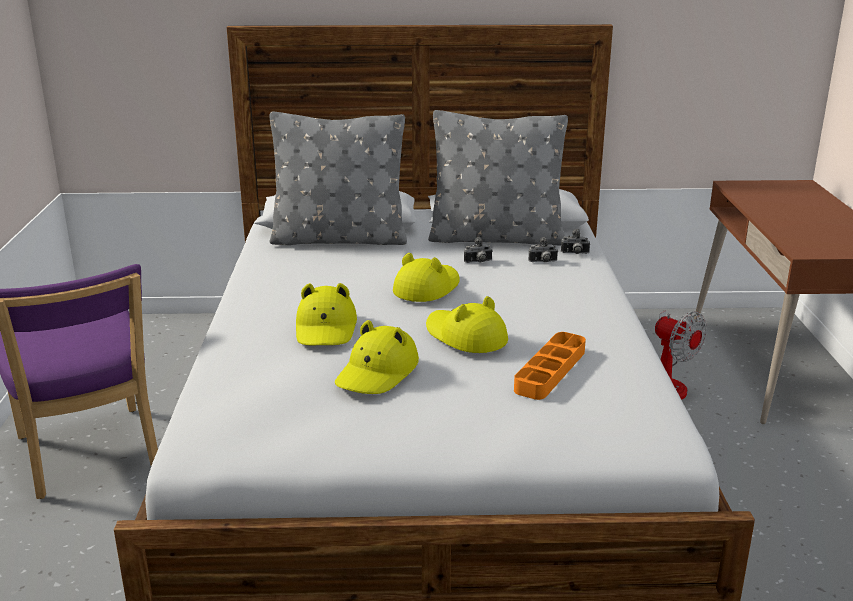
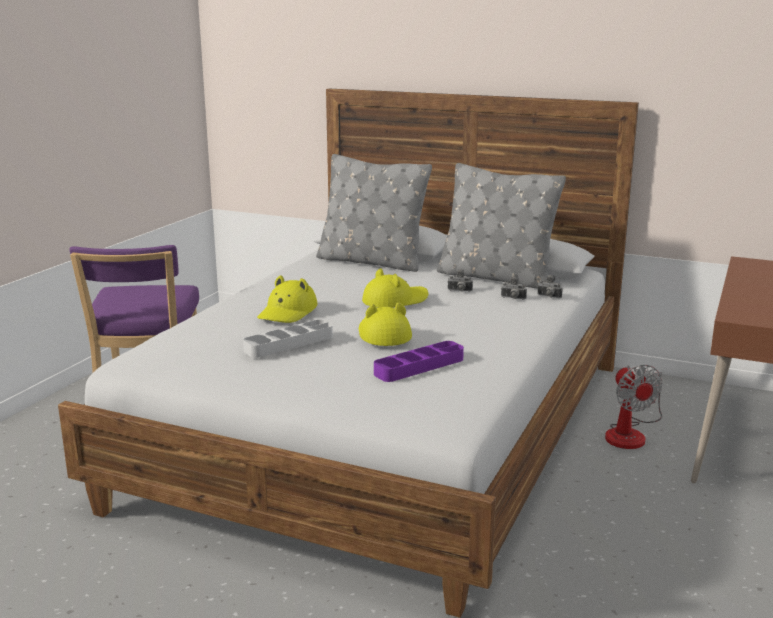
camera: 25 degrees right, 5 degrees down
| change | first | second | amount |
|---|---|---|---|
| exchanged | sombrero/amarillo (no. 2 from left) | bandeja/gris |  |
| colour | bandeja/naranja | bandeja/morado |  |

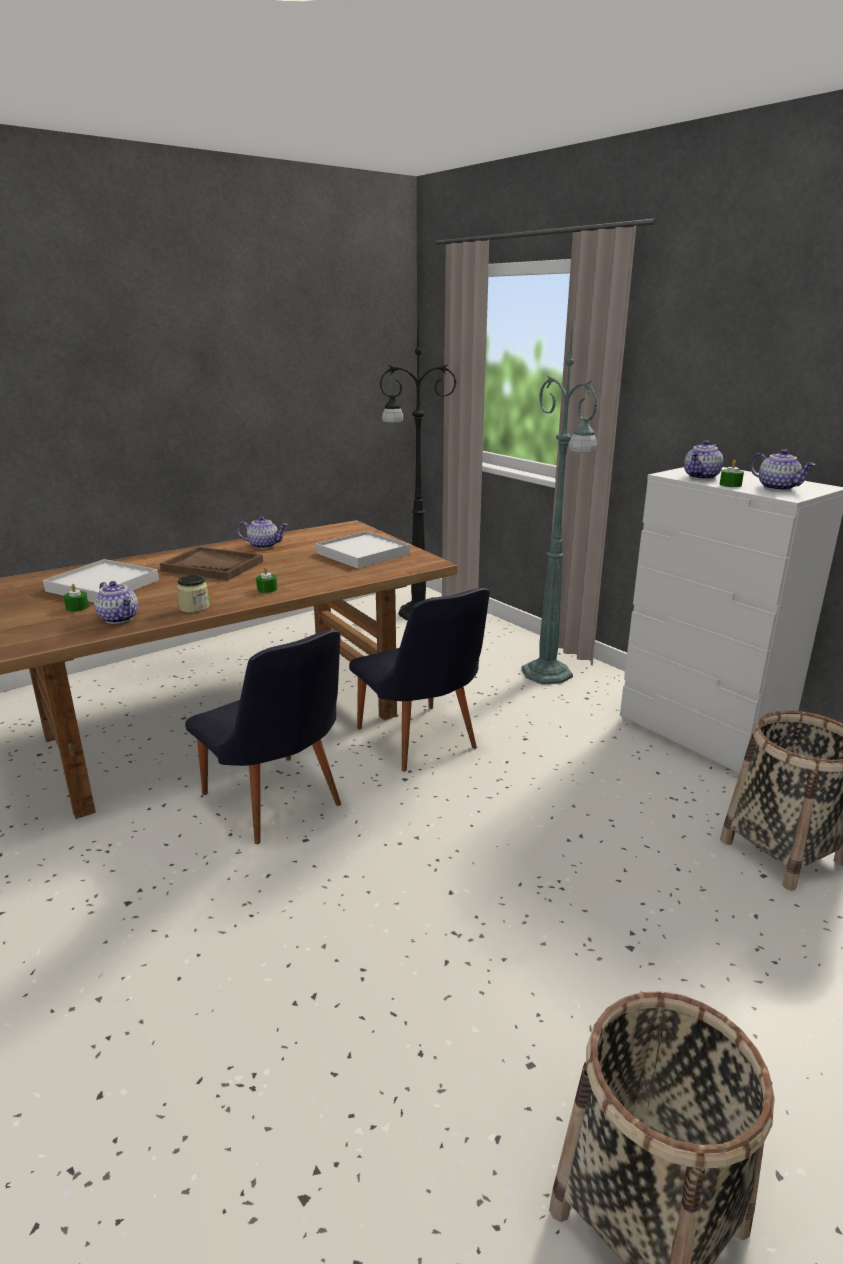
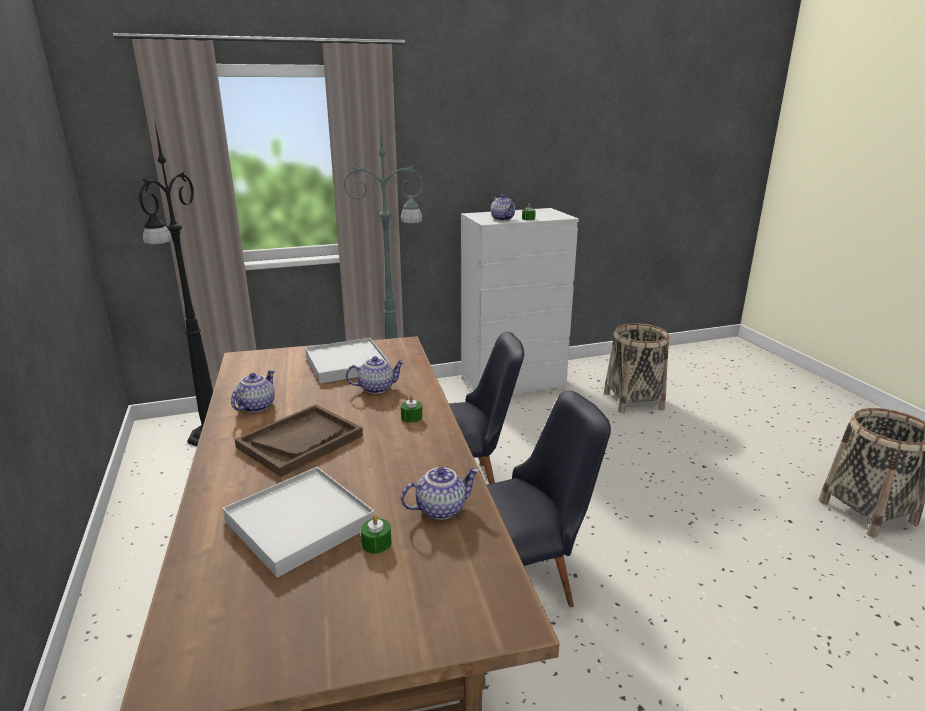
camera: 70 degrees left, 0 degrees up
| change | first | second | amount |
|---|---|---|---|
| missing | tarro |  |  |
| relocated | tetera (no. 4 from left in the first image) | tetera (no. 2 from left) |  |

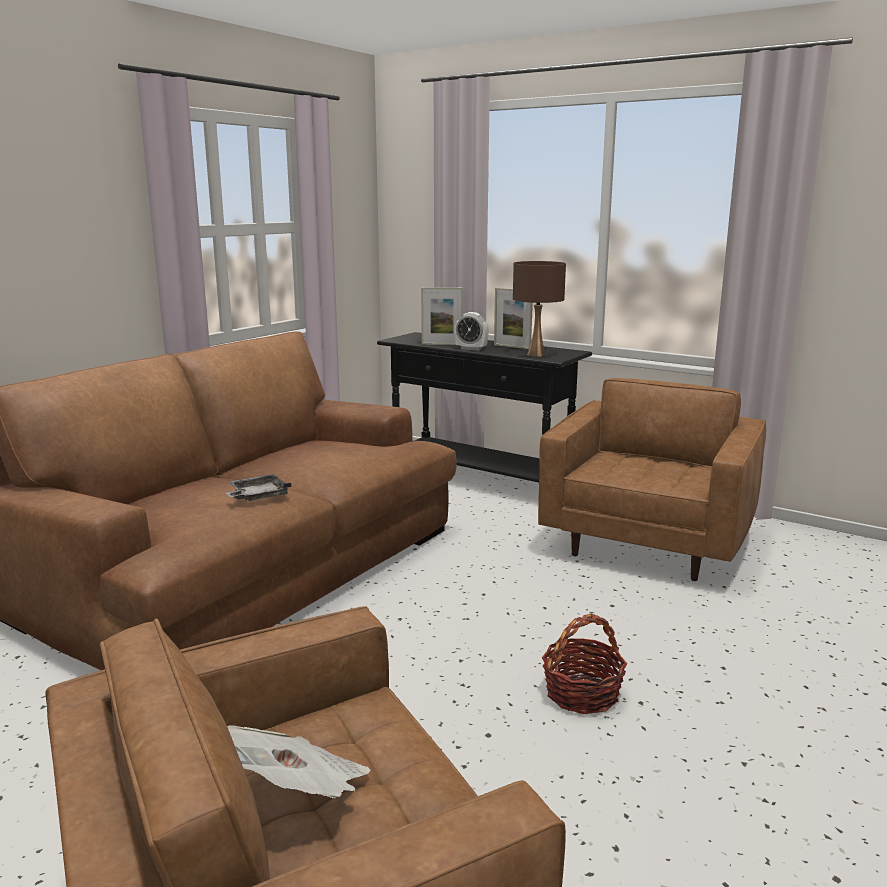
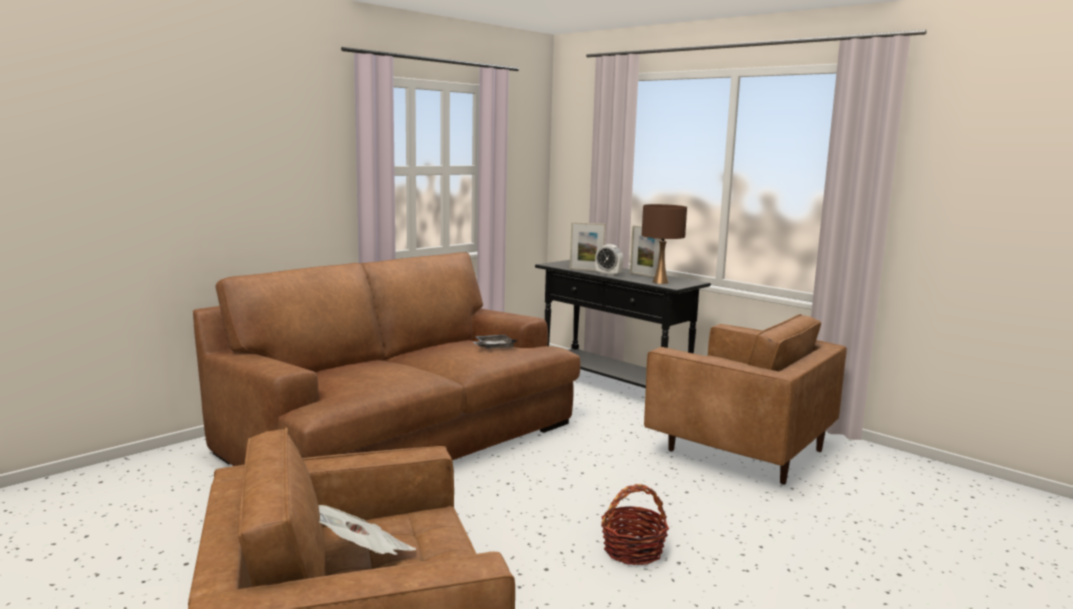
camera: 10 degrees right, 5 degrees down
| change | first | second | amount |
|---|---|---|---|
| relocated | bandeja/gris |  |  |
| spun | sillón/marrón (no. 2 from left) |  | 90 degrees clockwise |

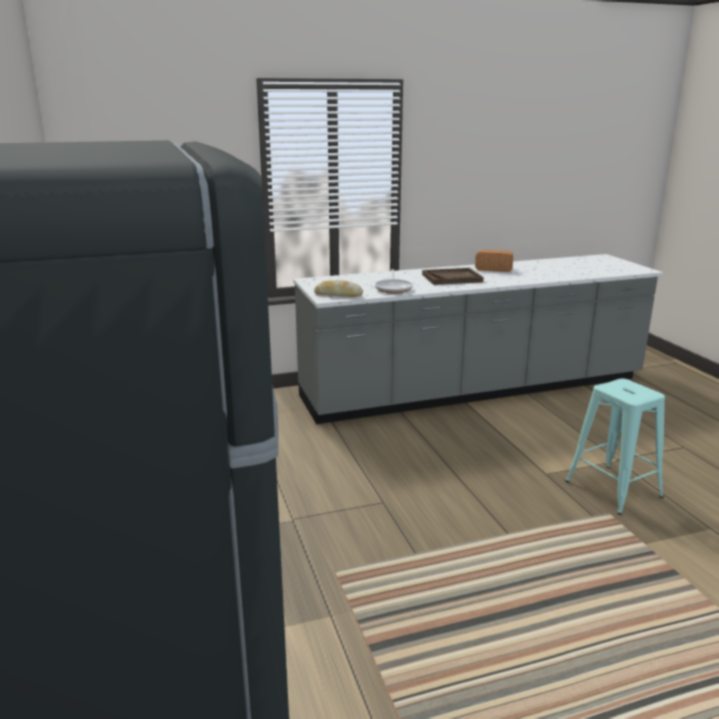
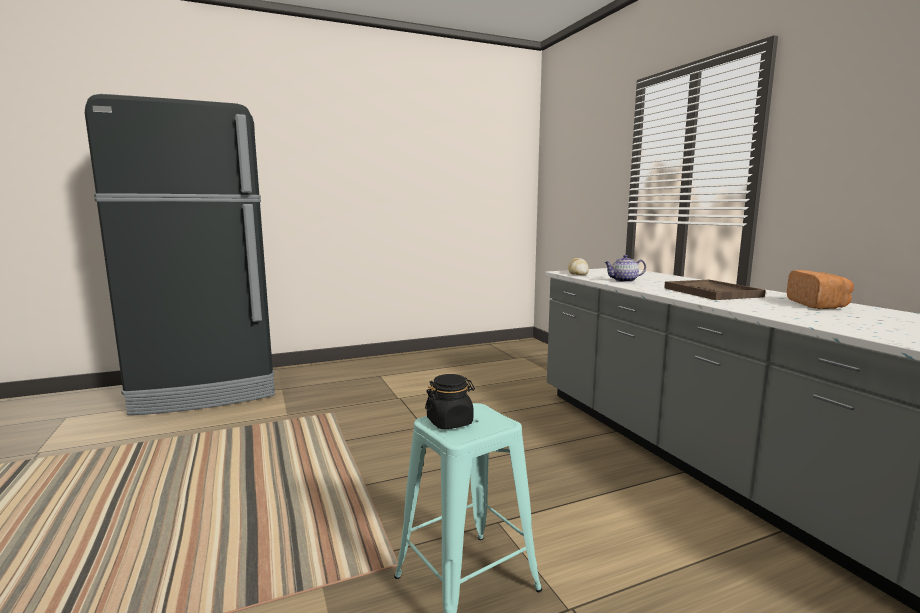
camera: 85 degrees right, 10 degrees down
| change | first | second | amount |
|---|---|---|---|
| exchanged | sartén | tetera |  |
| appeared |  | tarro/negro |  |

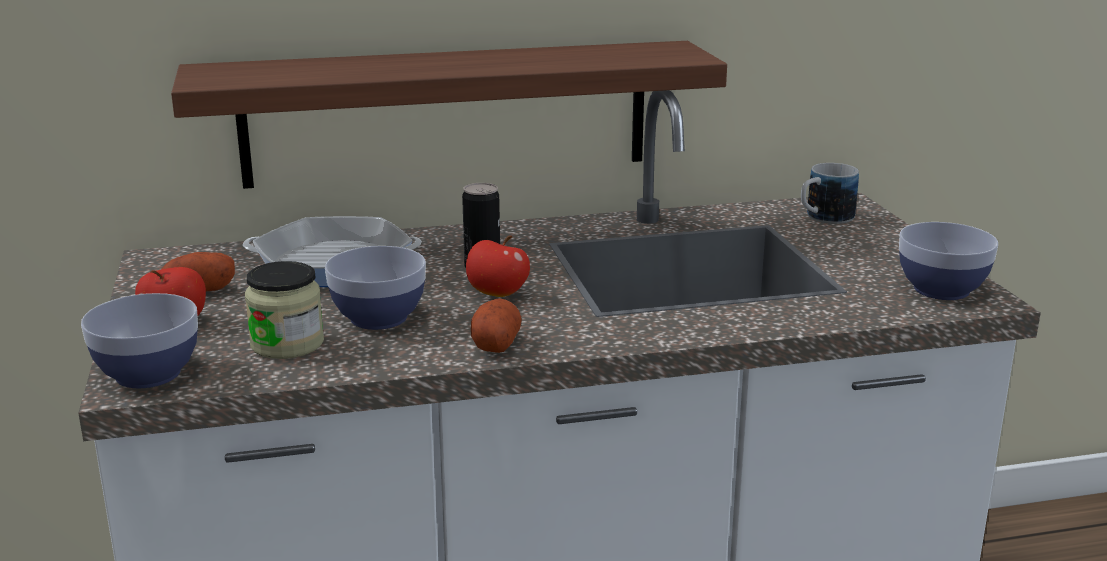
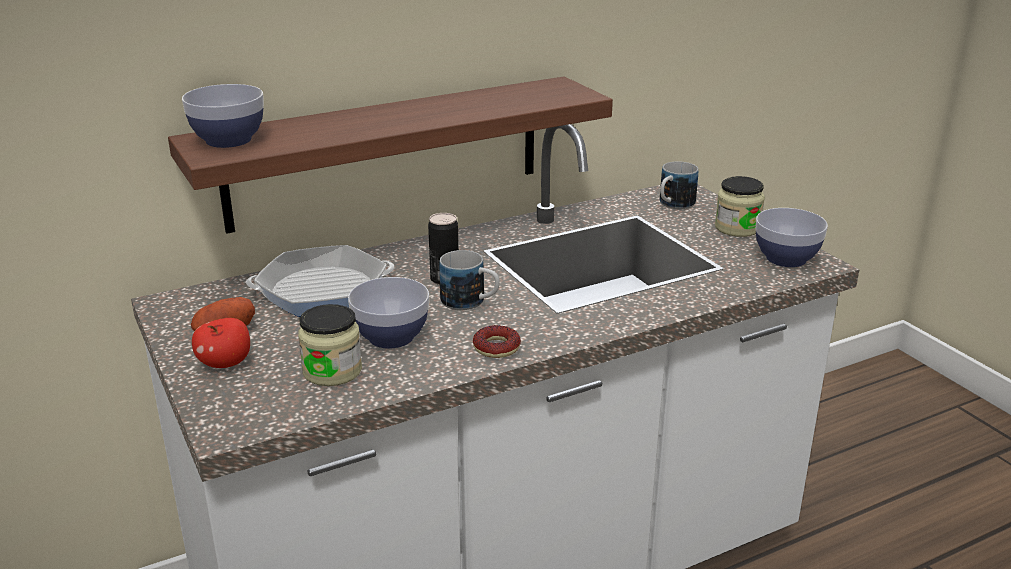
camera: 15 degrees left, 5 degrees up
| change | first | second | amount |
|---|---|---|---|
| relocated | cuenco (no. 1 from left) |  |  |
| exchanged | manzana (no. 2 from left) | taza grande (no. 1 from left) |  |
| exchanged | patata (no. 2 from left) | rosquilla |  |
| appeared |  | tarro (no. 2 from left) |  |

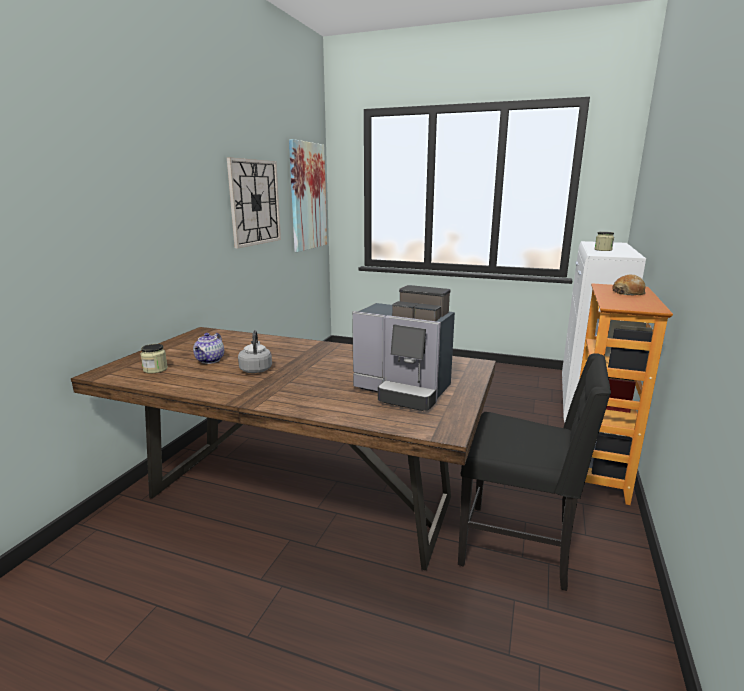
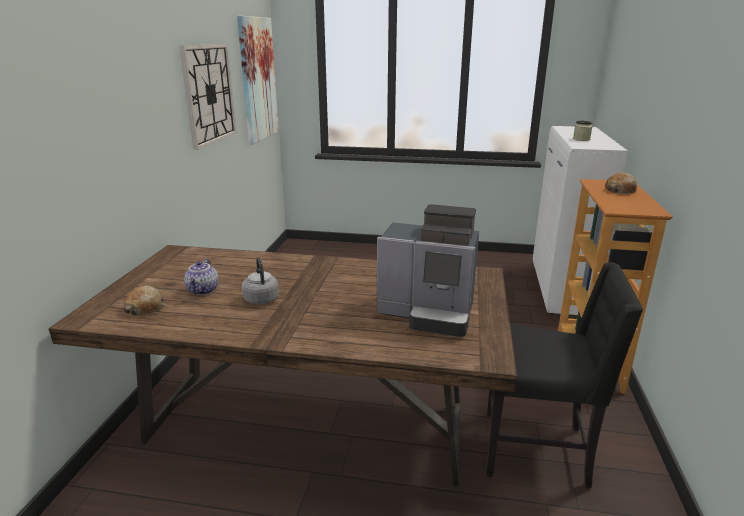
camera: 10 degrees left, 5 degrees up
| change | first | second | amount |
|---|---|---|---|
| exchanged | tarro (no. 1 from left) | pan (no. 1 from left) |  |

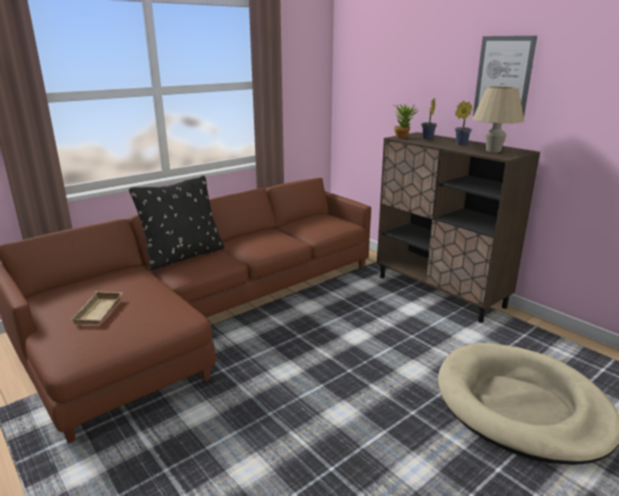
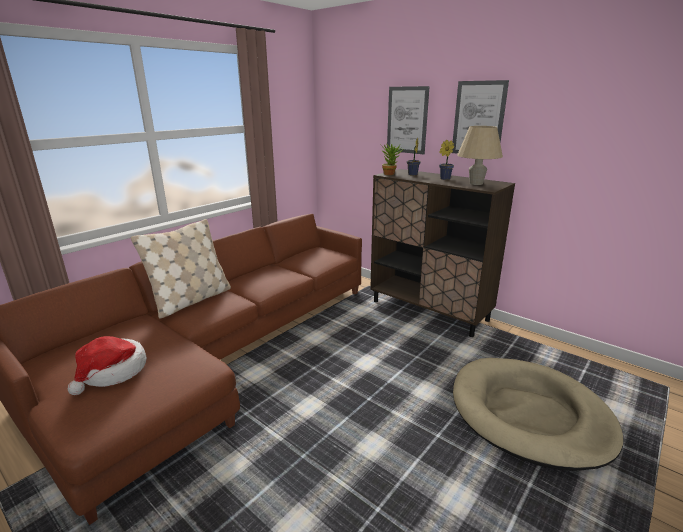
camera: 10 degrees left, 0 degrees up
| change | first | second | amount |
|---|---|---|---|
| exchanged | bandeja/beis | sombrero |  |
| colour | cojín/negro | cojín/beis |  |
| appeared |  | cuadro (no. 1 from left) |  |

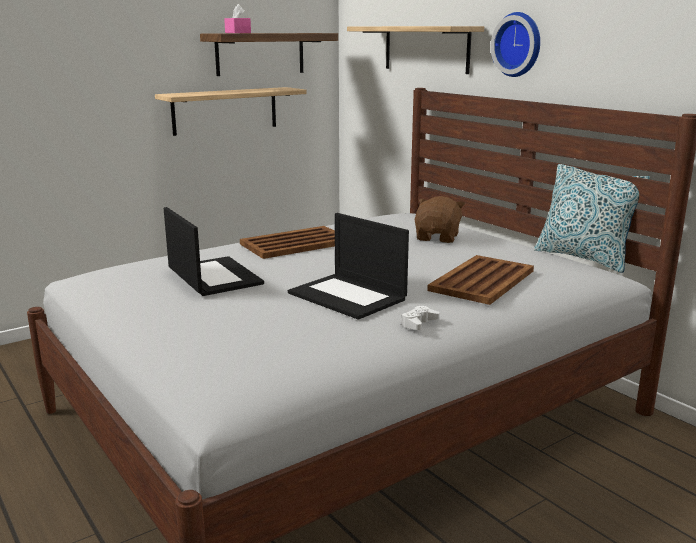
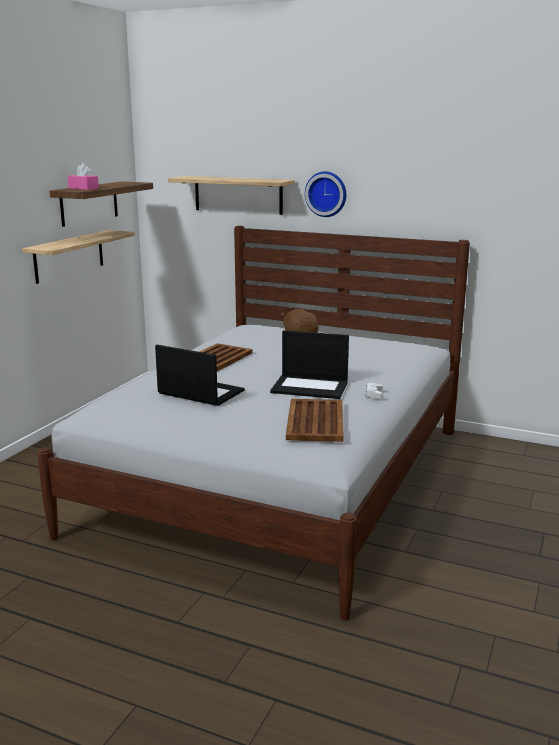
camera: 30 degrees left, 0 degrees up
| change | first | second | amount |
|---|---|---|---|
| relocated | bandeja/marrón (no. 2 from left) |  |  |
| missing | cojín |  |  |

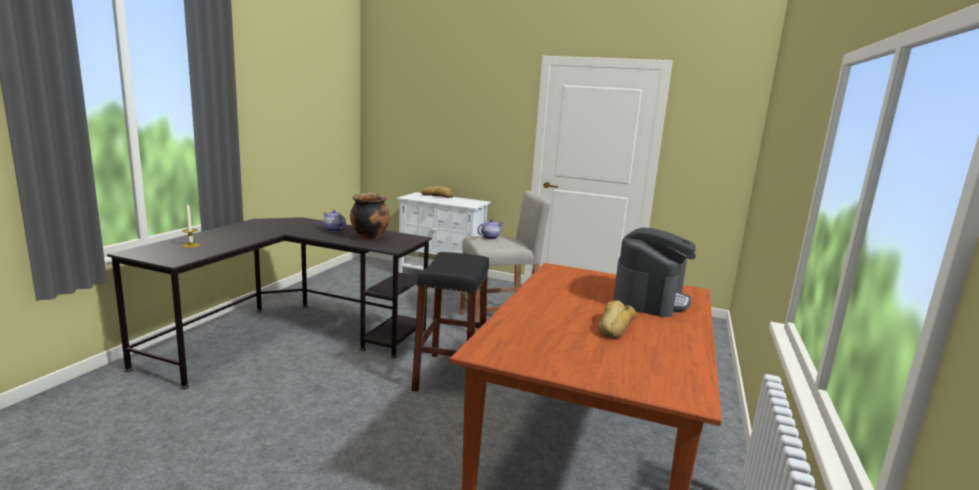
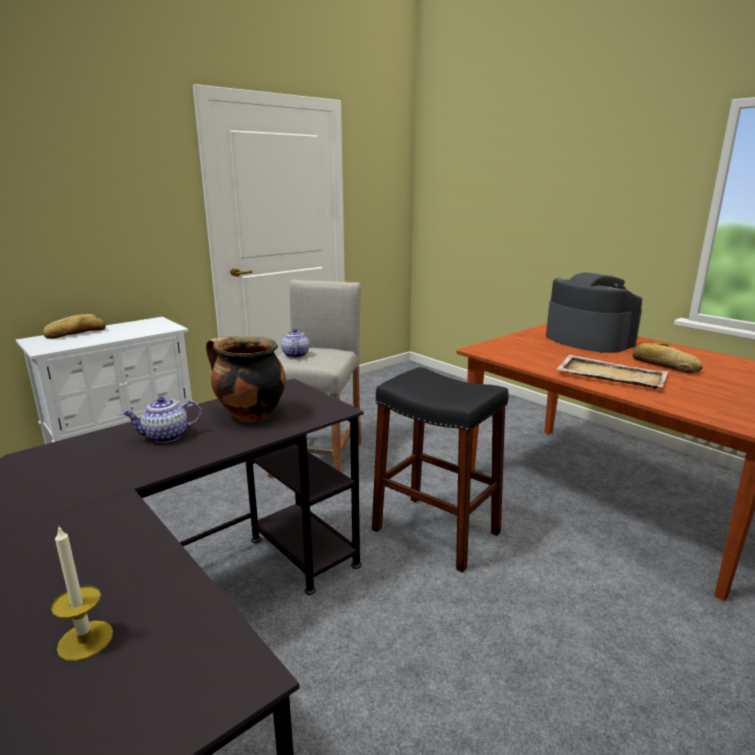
camera: 60 degrees left, 5 degrees up
| change | first | second | amount |
|---|---|---|---|
| appeared |  | bandeja/beis |  |

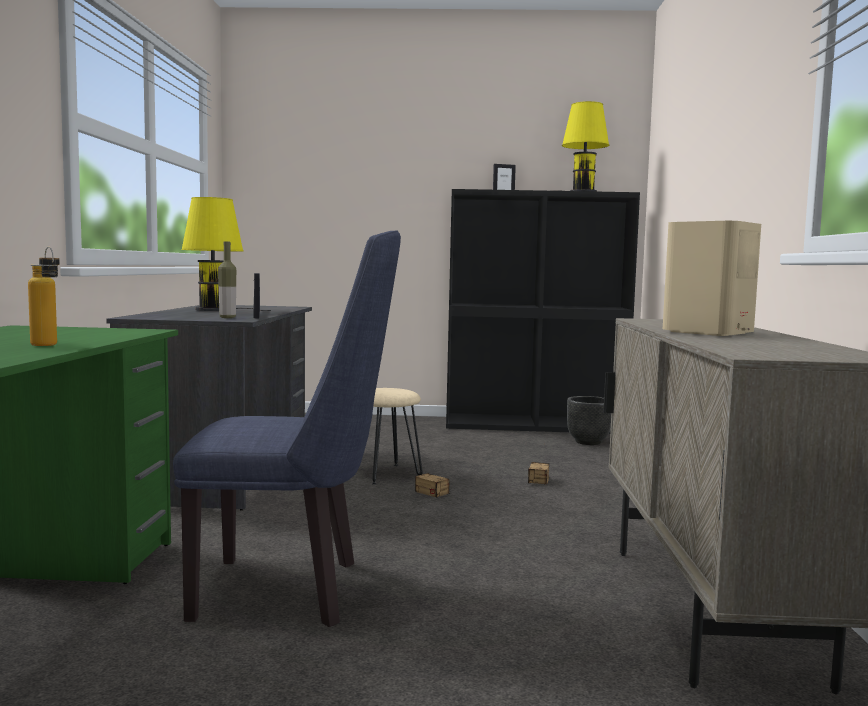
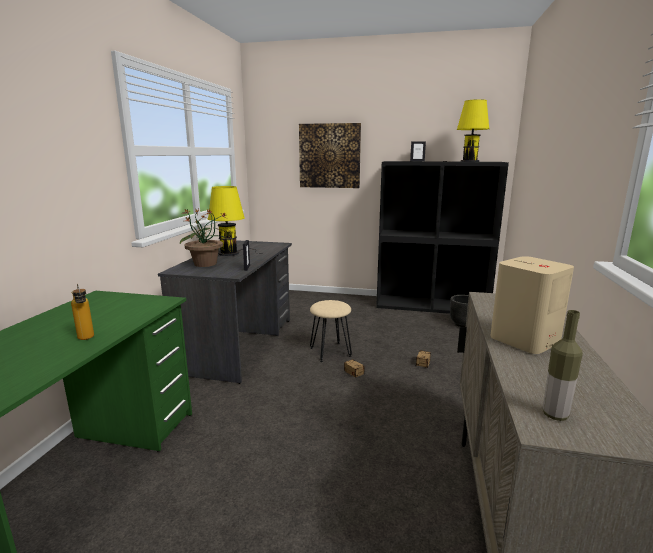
camera: 10 degrees right, 10 degrees up
| change | first | second | amount |
|---|---|---|---|
| missing | silla/azul |  |  |
| relocated | botella (no. 2 from left) |  |  |
| appeared |  | planta en maceta |  |
| appeared |  | cuadro |  |

